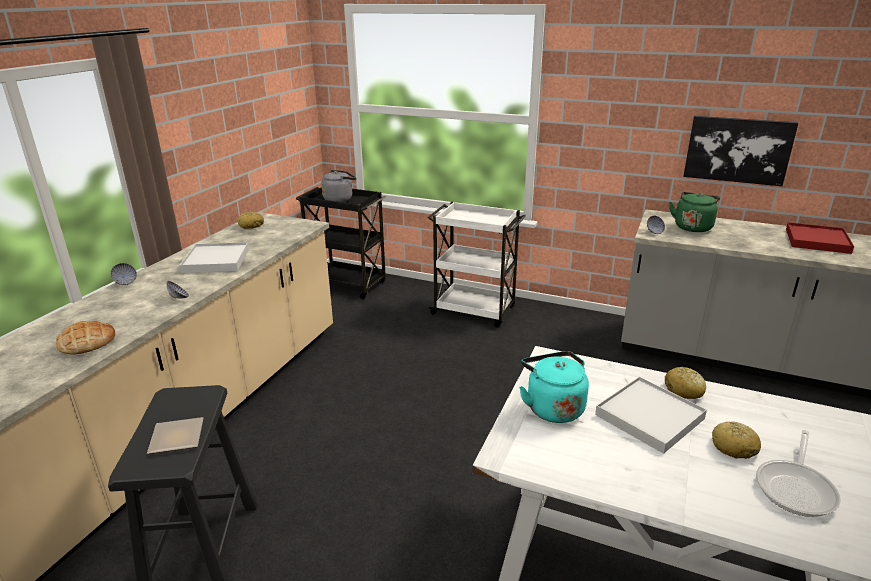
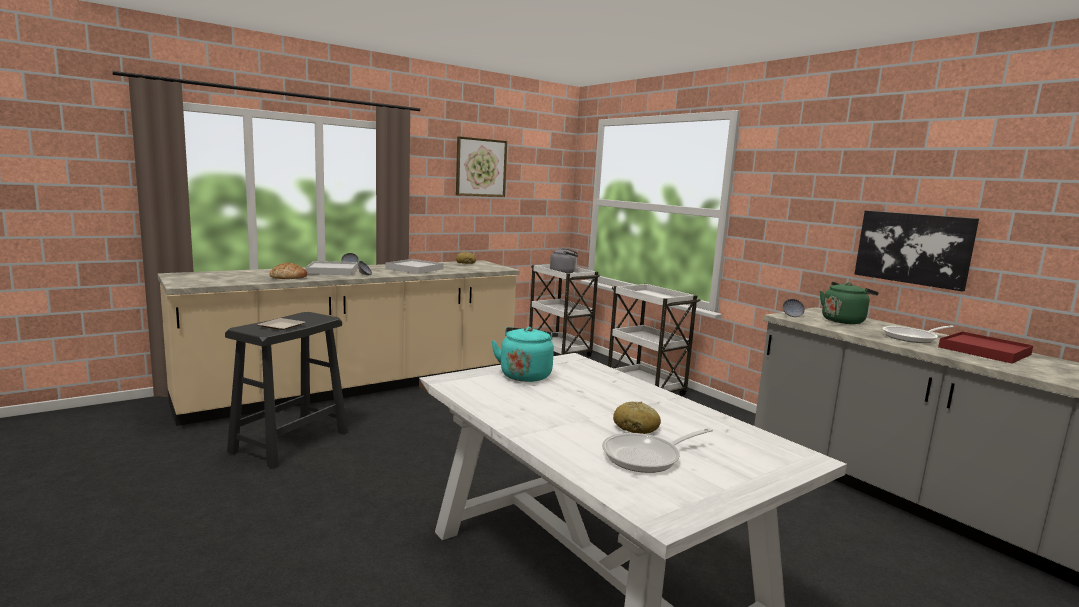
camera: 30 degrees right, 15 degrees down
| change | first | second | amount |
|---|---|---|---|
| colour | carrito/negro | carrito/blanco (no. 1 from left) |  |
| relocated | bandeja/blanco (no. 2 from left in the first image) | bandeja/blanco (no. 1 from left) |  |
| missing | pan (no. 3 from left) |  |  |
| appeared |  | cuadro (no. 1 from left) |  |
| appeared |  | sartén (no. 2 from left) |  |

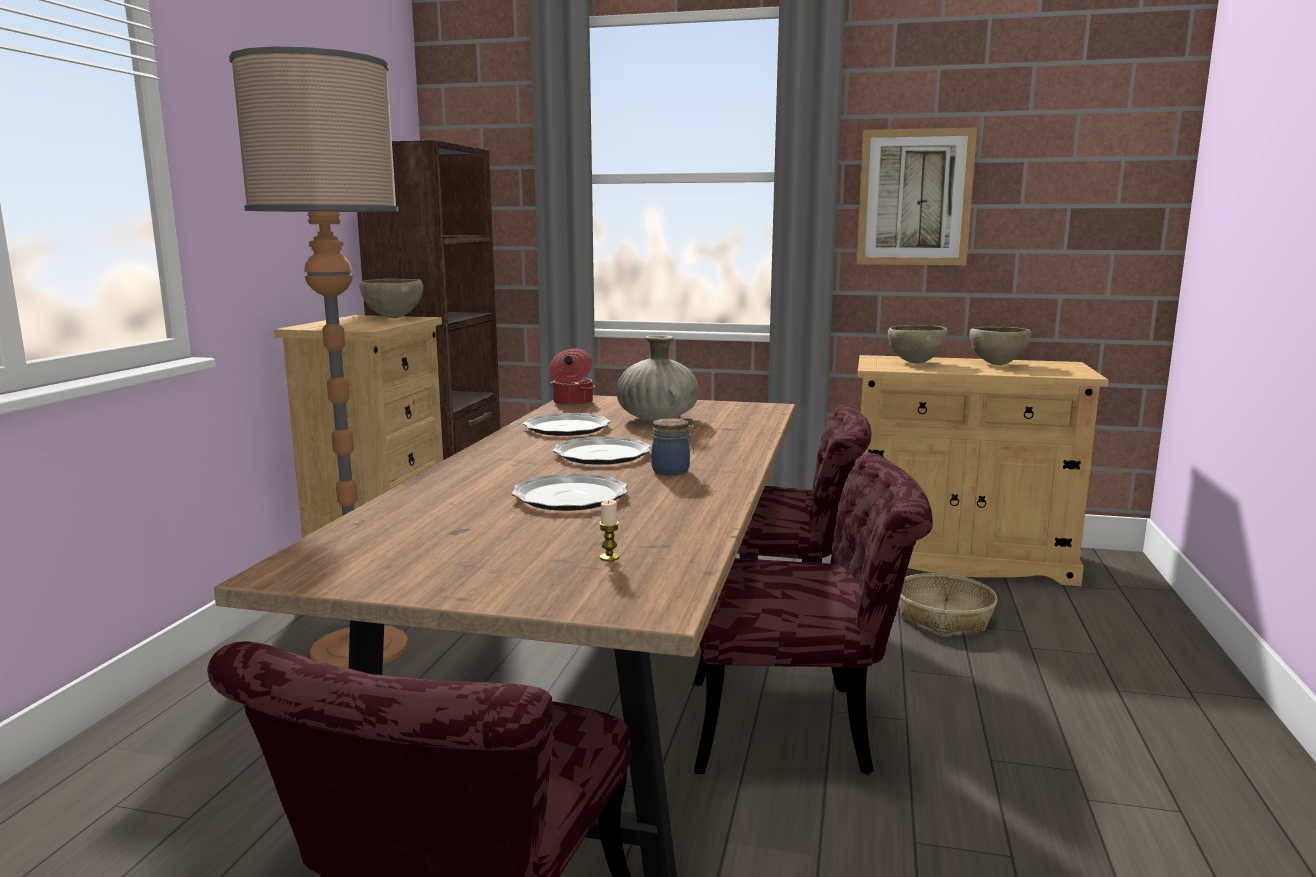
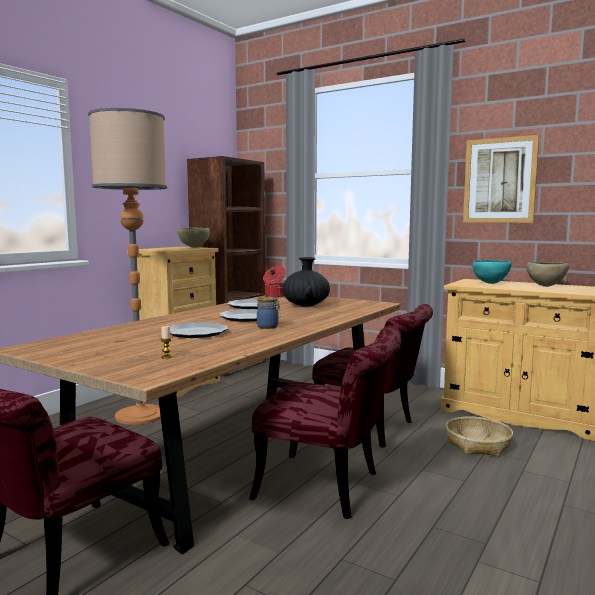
camera: 20 degrees right, 5 degrees down
| change | first | second | amount |
|---|---|---|---|
| colour | florero/beis | florero/negro |  |
| colour | cuenco/marrón (no. 2 from left) | cuenco/turquesa |  |

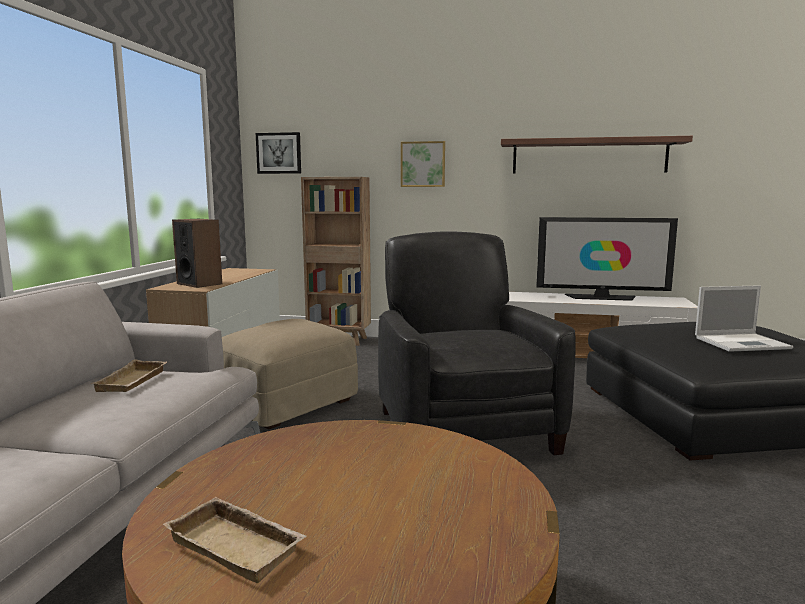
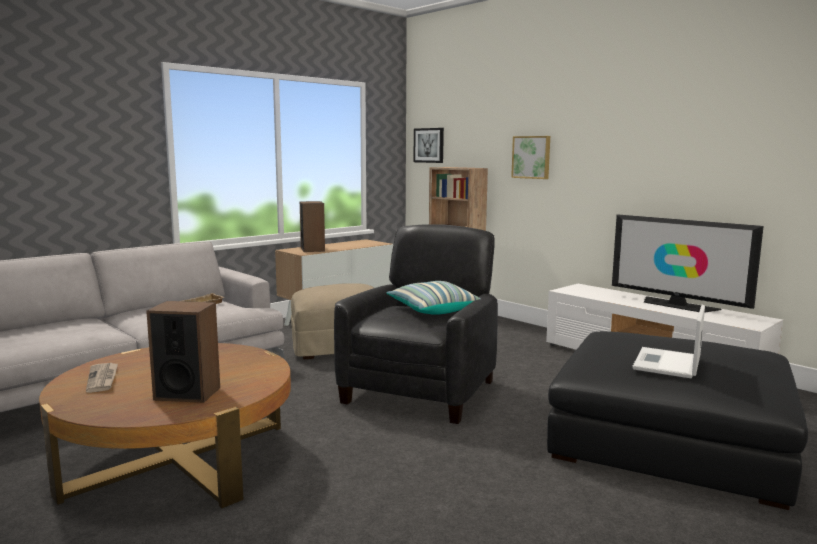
camera: 35 degrees right, 0 degrees up
| change | first | second | amount |
|---|---|---|---|
| exchanged | bandeja/beis (no. 2 from left) | periódico |  |
| missing | estante |  |  |
| spun | portátil |  | 90 degrees clockwise |
| appeared |  | altavoz (no. 1 from left) |  |
| appeared |  | cojín |  |

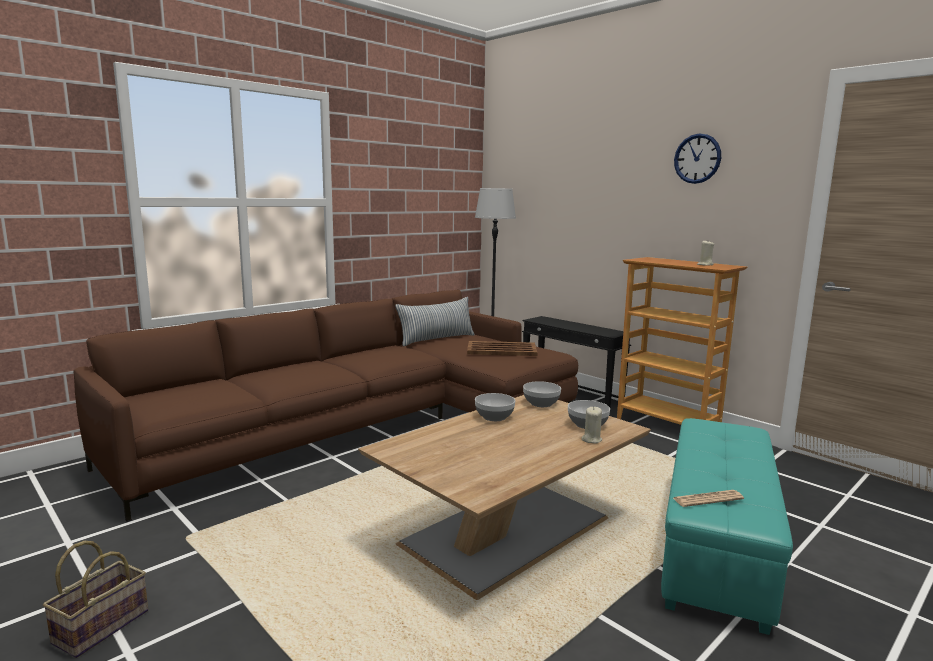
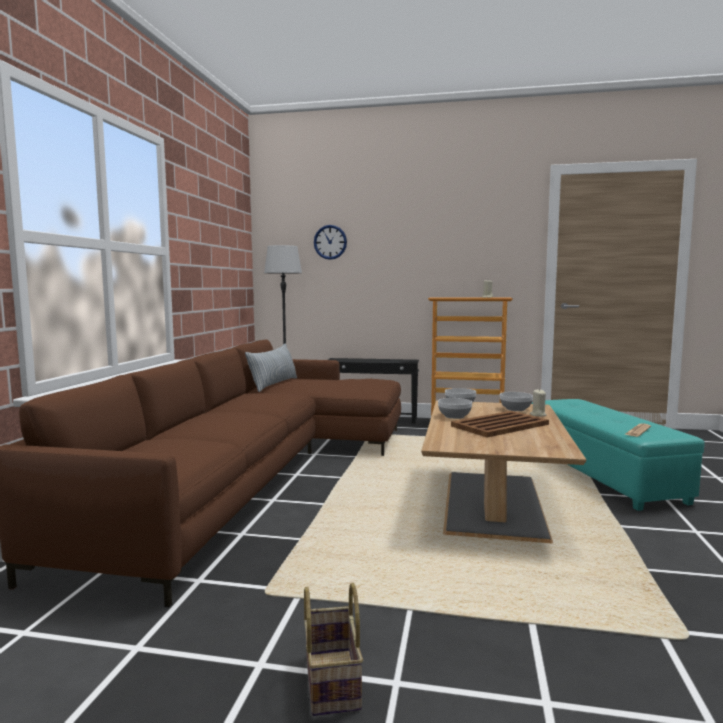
camera: 35 degrees left, 5 degrees down
| change | first | second | amount |
|---|---|---|---|
| relocated | bandeja/marrón |  |  |
| relocated | reloj de pared |  |  |

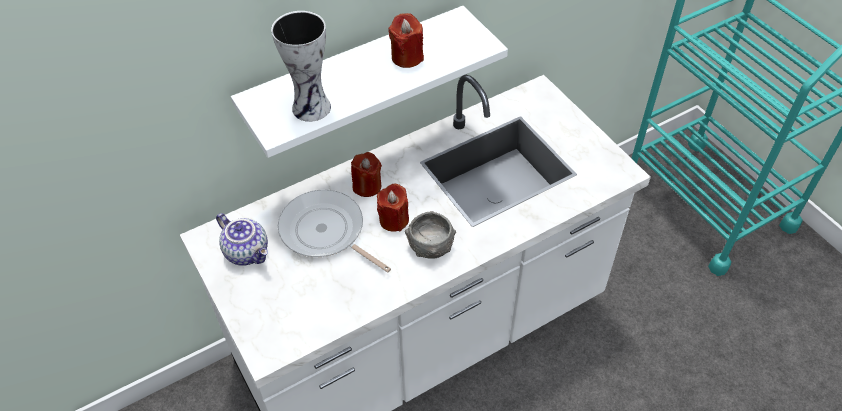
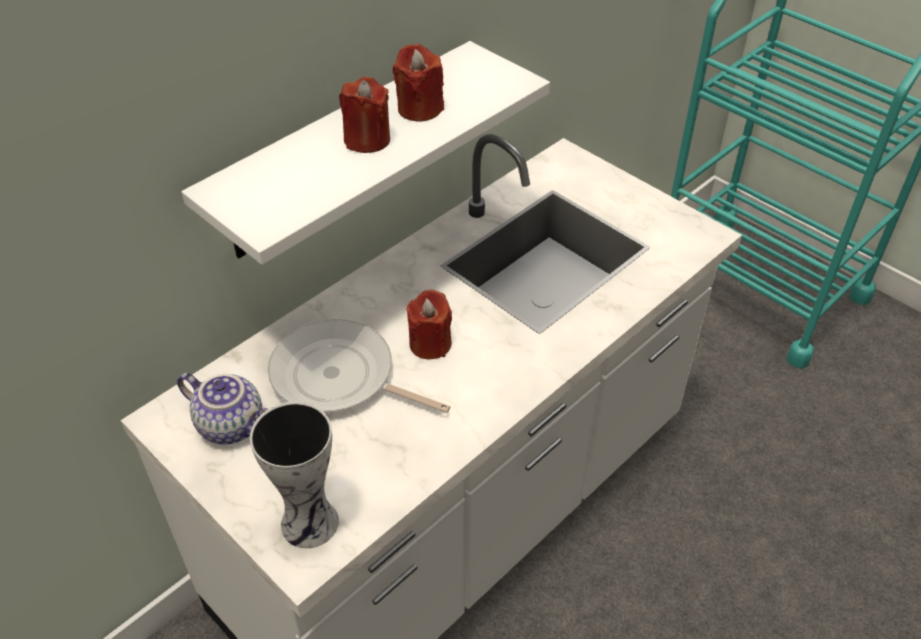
camera: 15 degrees left, 5 degrees down
| change | first | second | amount |
|---|---|---|---|
| relocated | florero |  |  |
| relocated | vela/rojo (no. 1 from left) |  |  |
| missing | cuenco/gris |  |  |

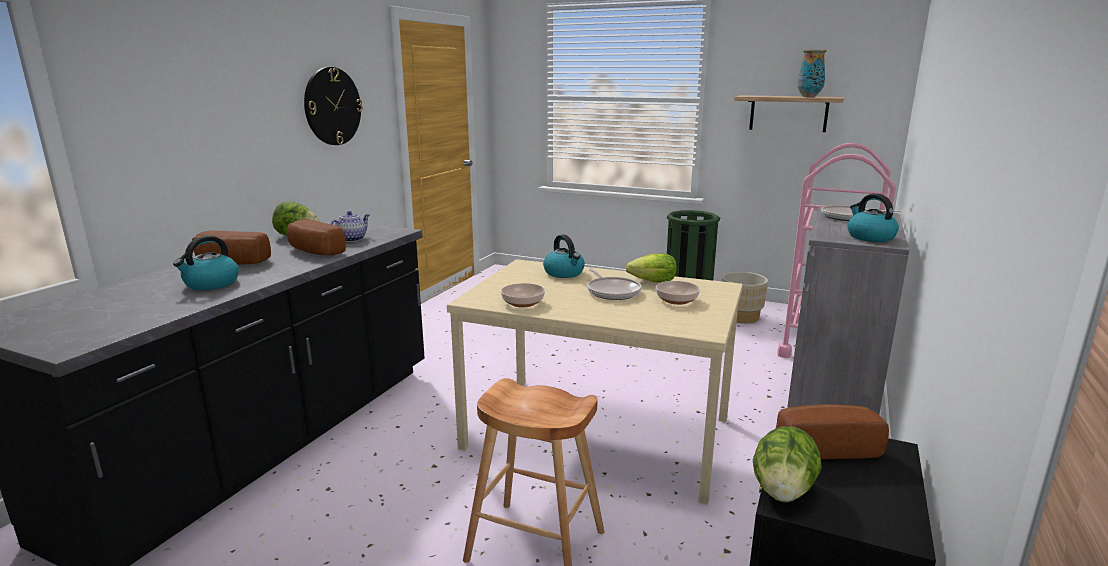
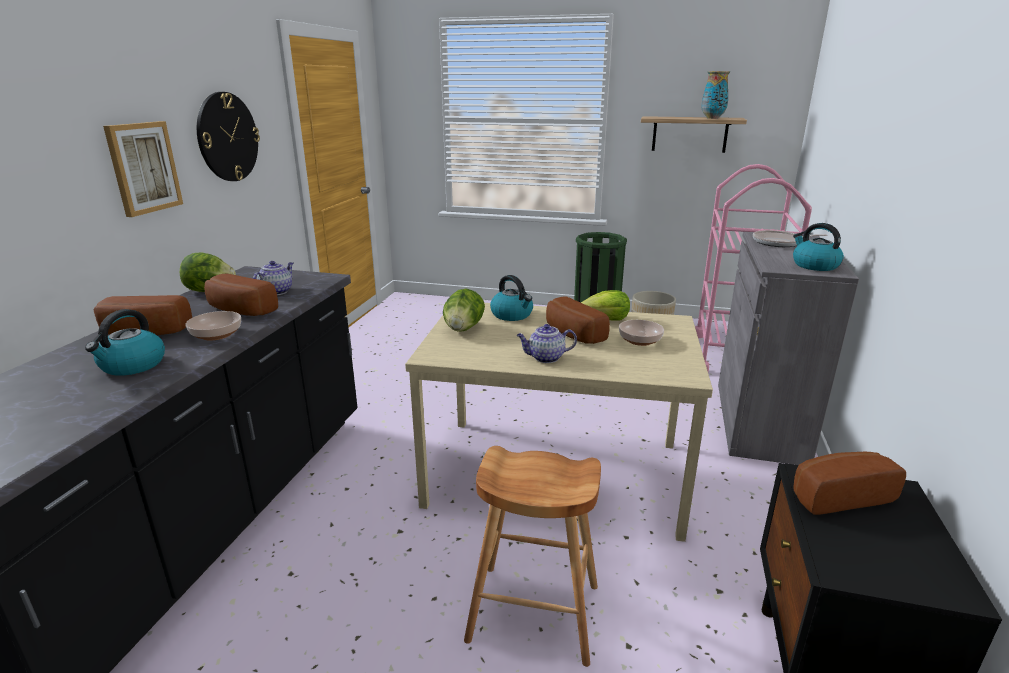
camera: 10 degrees left, 5 degrees up
| change | first | second | amount |
|---|---|---|---|
| relocated | cuenco (no. 1 from left) |  |  |
| exchanged | sartén (no. 1 from left) | pan (no. 3 from left) |  |
| relocated | lechuga (no. 3 from left in the first image) | lechuga (no. 2 from left) |  |
| appeared |  | cuadro |  |
| appeared |  | tetera (no. 2 from left) |  |

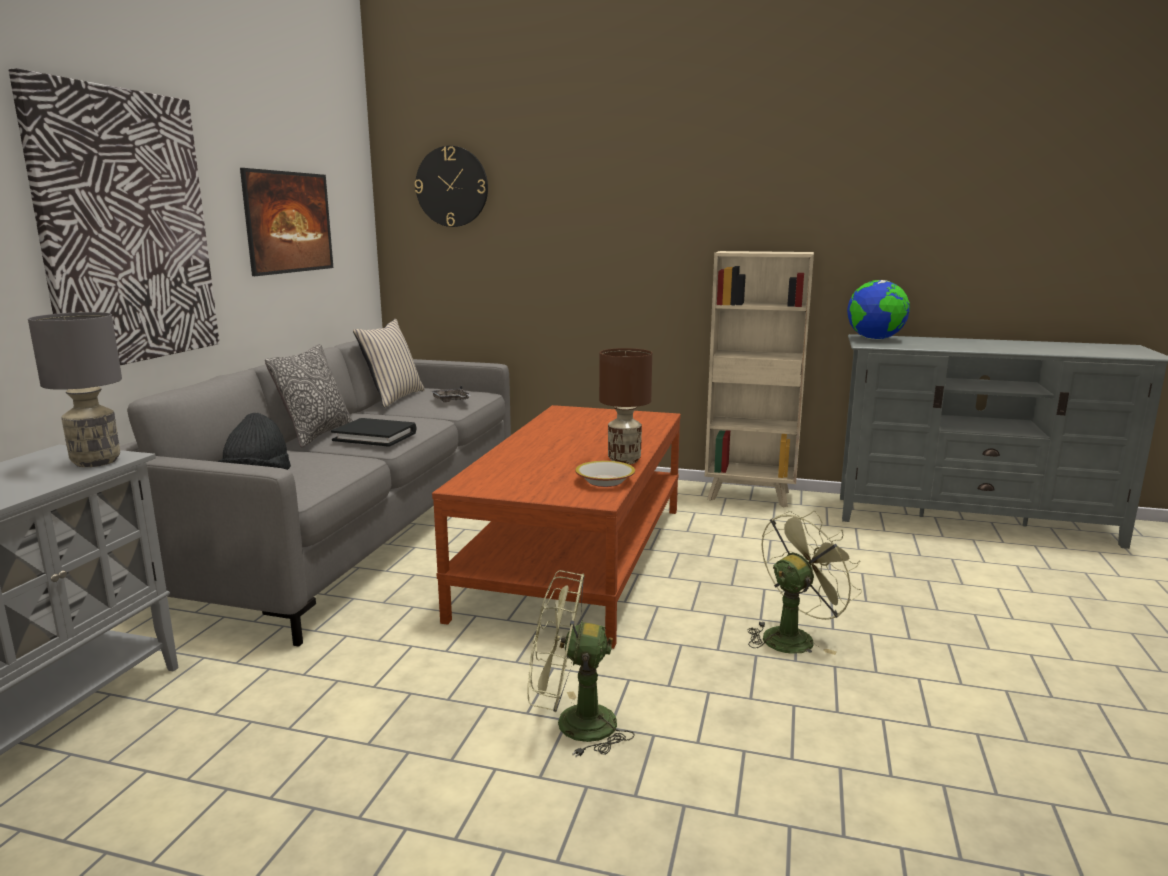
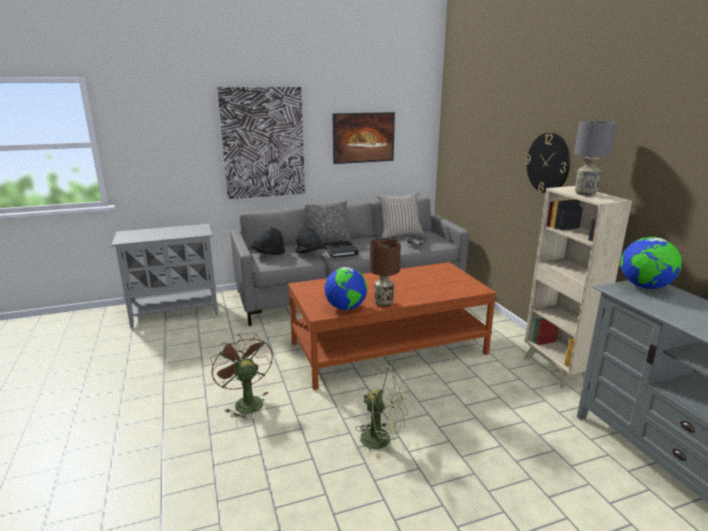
camera: 55 degrees right, 5 degrees up
| change | first | second | amount |
|---|---|---|---|
| relocated | lámpara de mesa/gris |  |  |
| relocated | reloj de pared |  |  |
| colour | ventilador/verde (no. 1 from left) | ventilador/marrón |  |
| exchanged | cuenco | globo terráqueo (no. 1 from left) |  |
| appeared |  | sombrero/negro (no. 2 from left) |  |

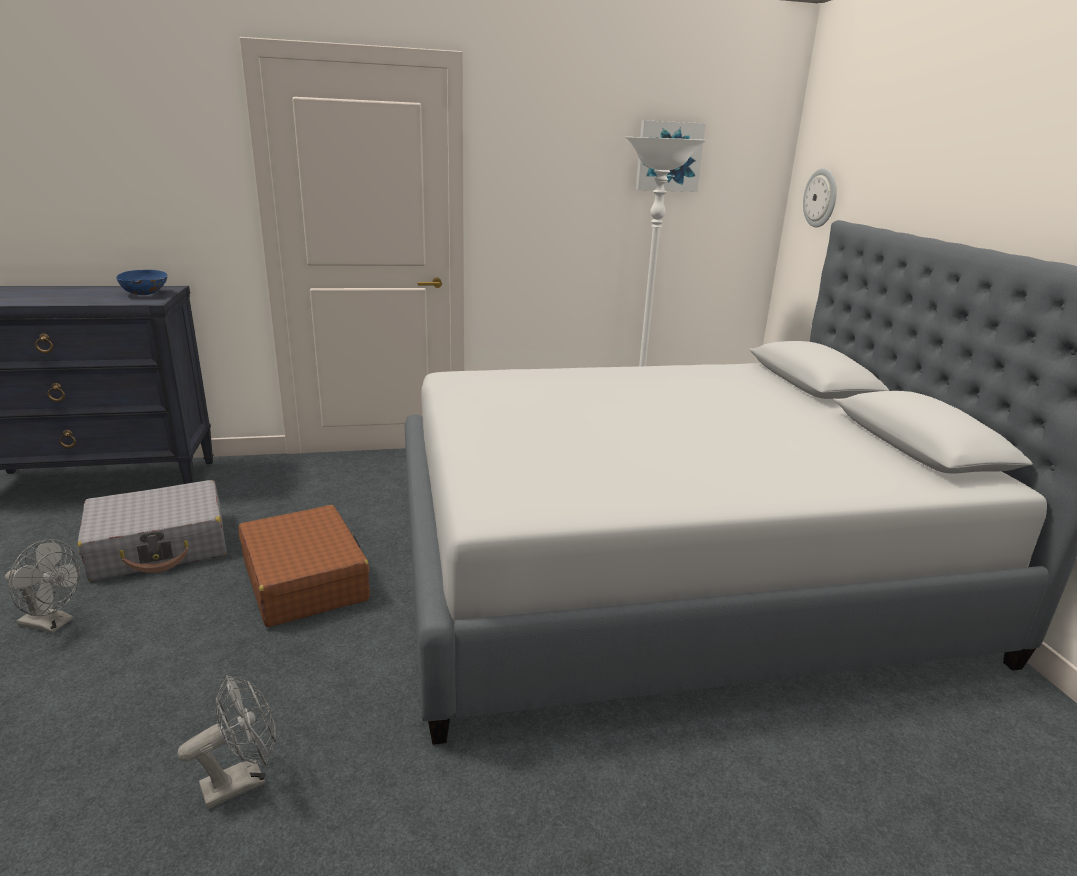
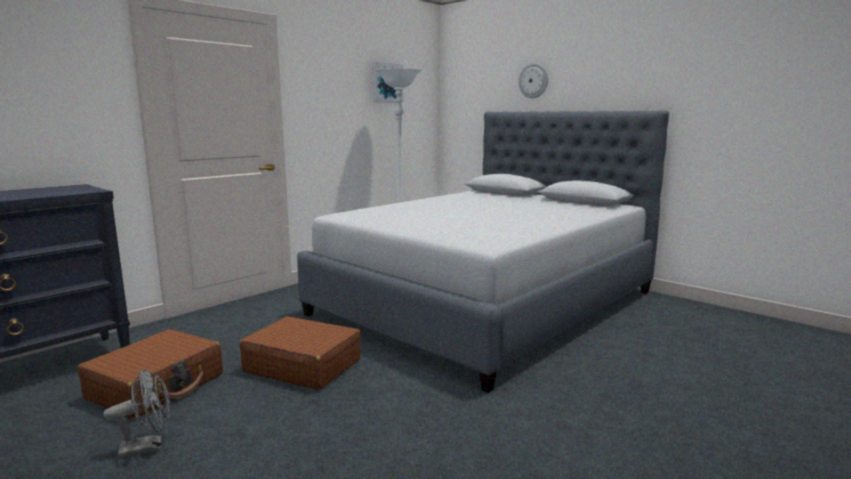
camera: 35 degrees left, 10 degrees down
| change | first | second | amount |
|---|---|---|---|
| colour | maleta/gris | maleta/marrón (no. 1 from left) |  |
| missing | cuenco/azul |  |  |
| missing | ventilador/gris (no. 2 from left) |  |  |
| relocated | reloj de pared |  |  |

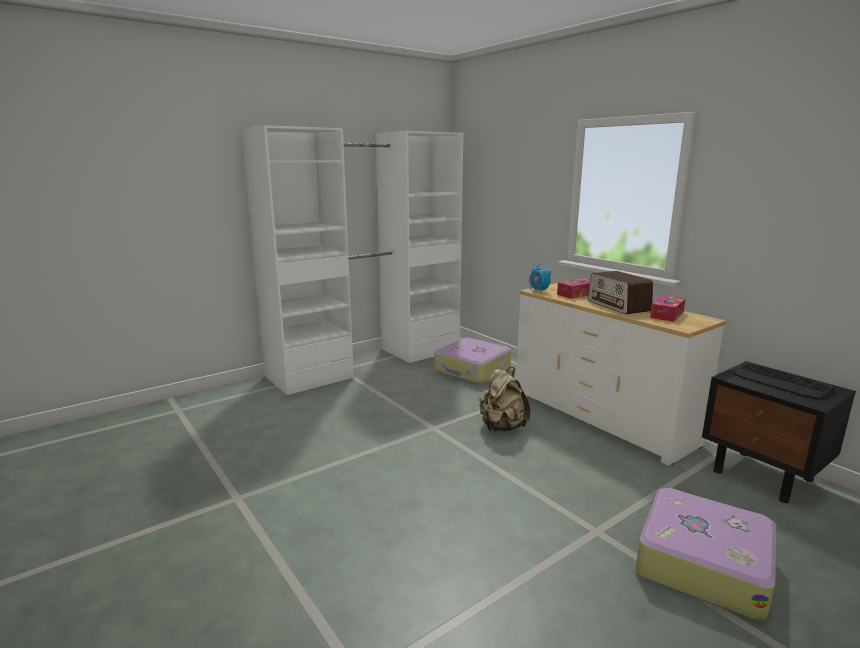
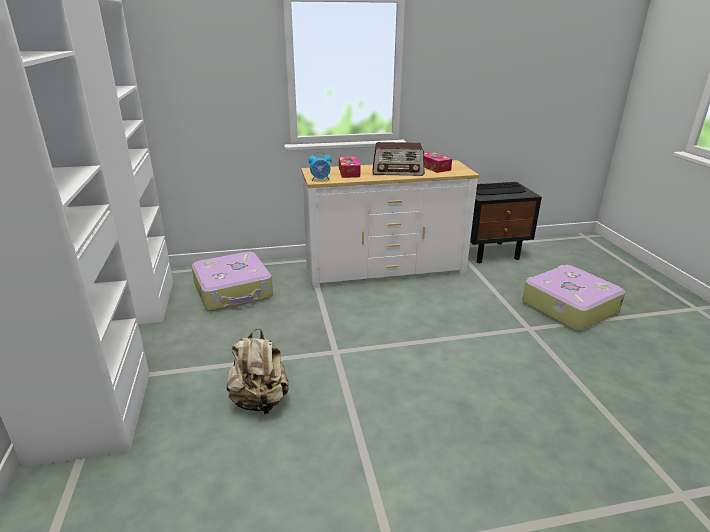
camera: 65 degrees left, 10 degrees up
| change | first | second | amount |
|---|---|---|---|
| relocated | mochila/beis |  |  |

